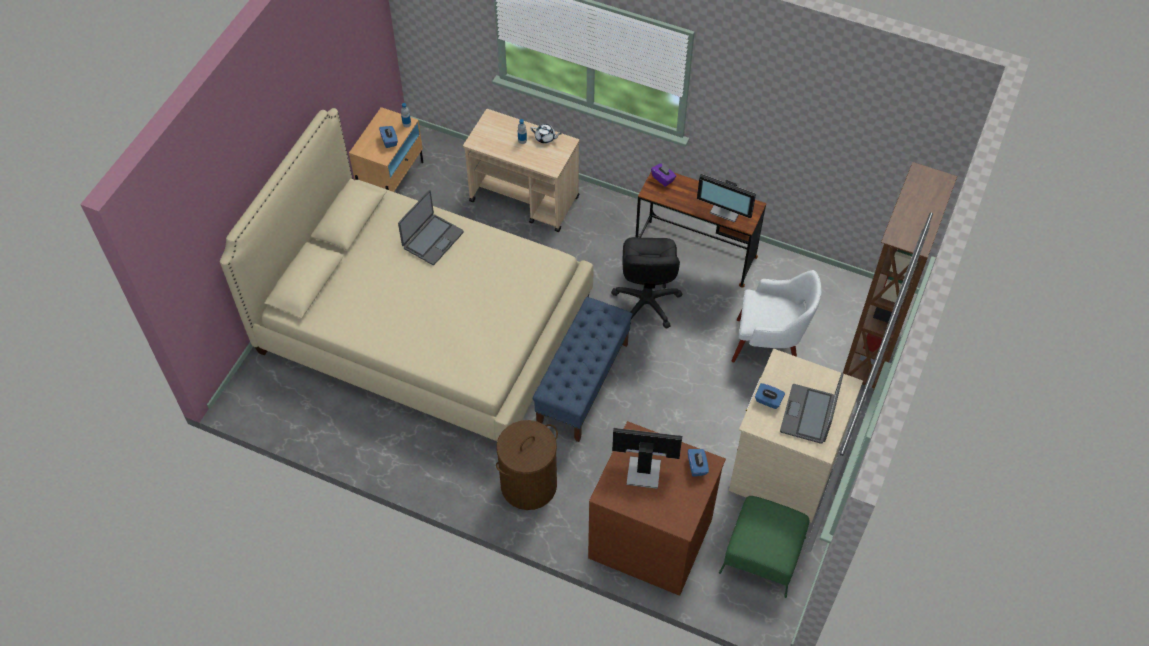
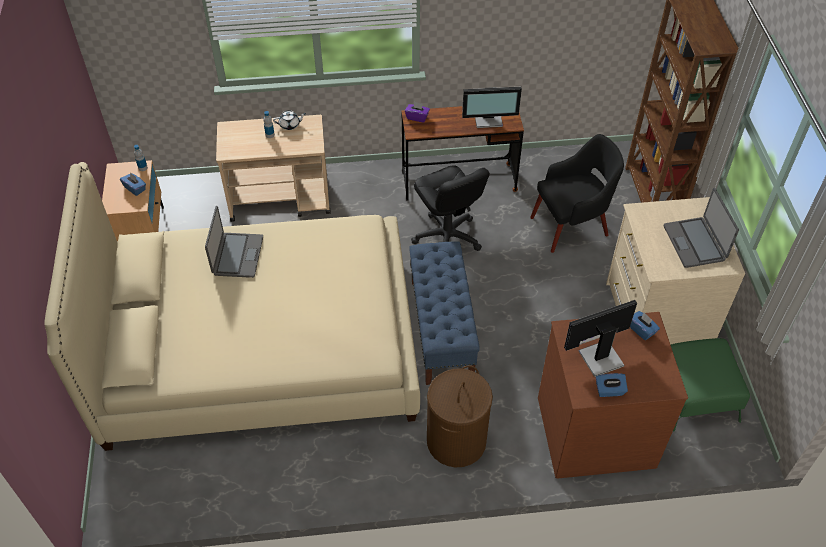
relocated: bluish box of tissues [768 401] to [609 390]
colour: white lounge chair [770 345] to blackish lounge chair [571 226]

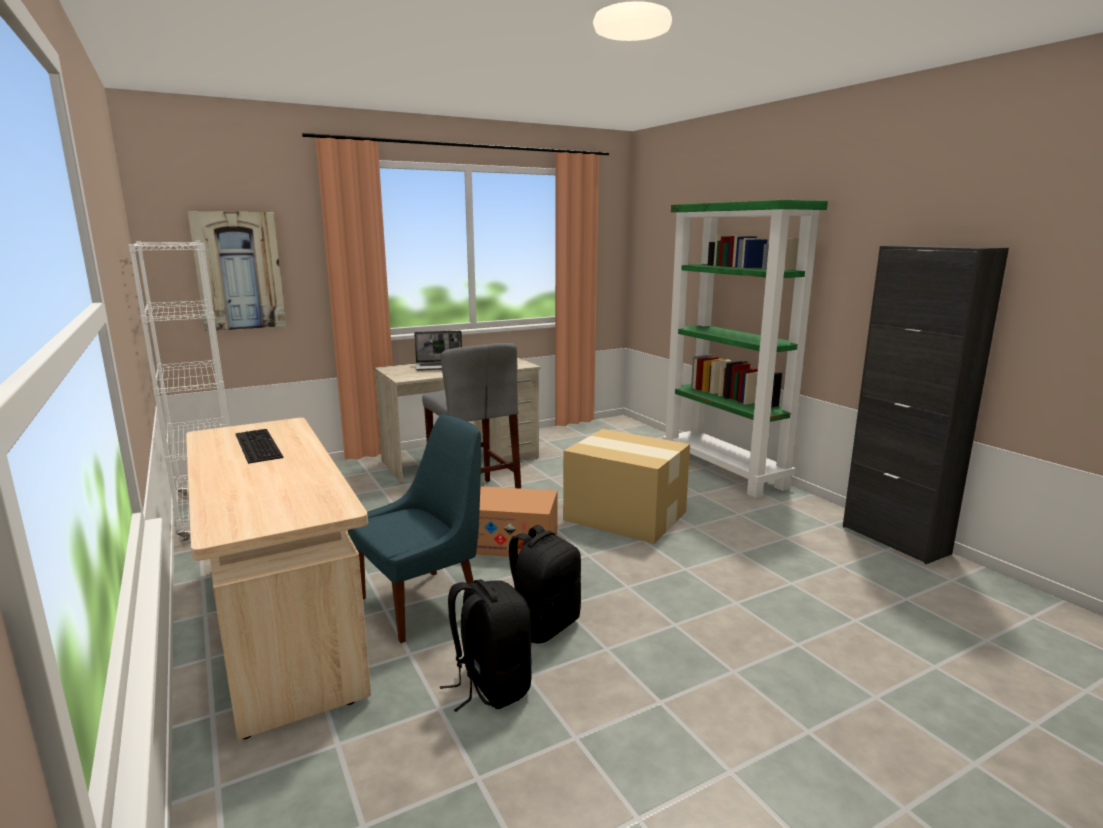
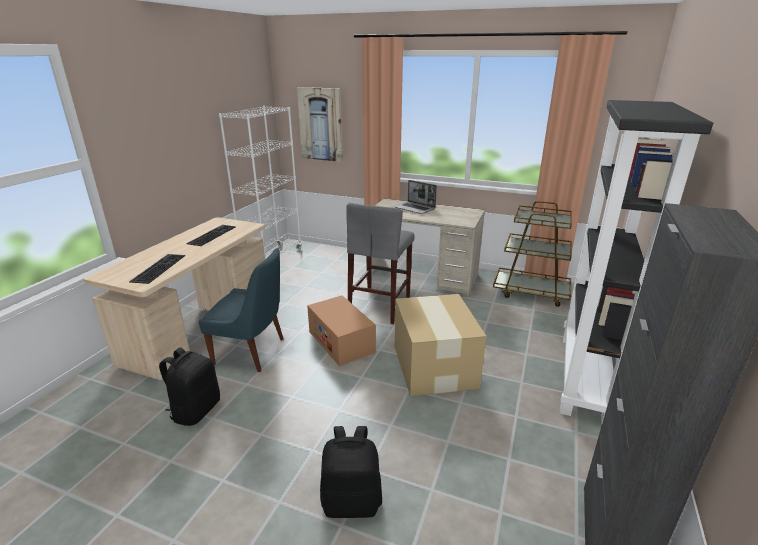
appeared: keyboard [158 268]; brown cart [531 292]
relocated: blackish knapsack [543 625] to [352 501]
colour: green-coloured bookshelf [724 471] to blackish bookshelf [586 377]

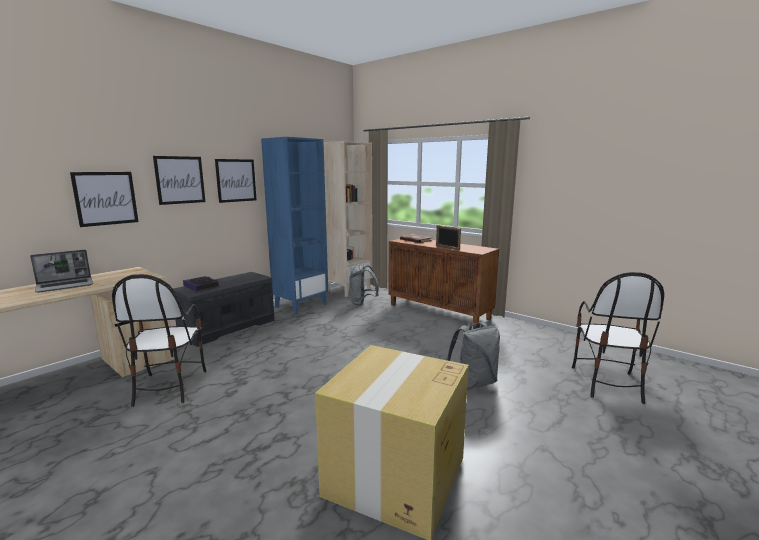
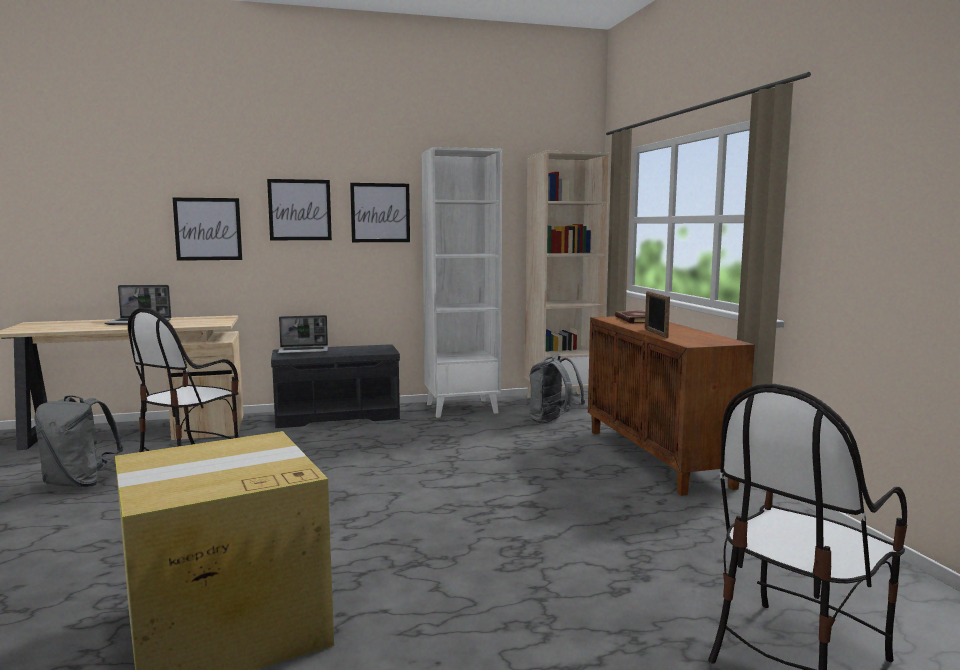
relocated: greyish knapsack [474 382] to [79 483]
exchanged: volume [201 286] to portable computer [304 351]
colour: bluish bookshelf [301 305] to white bookshelf [462 408]

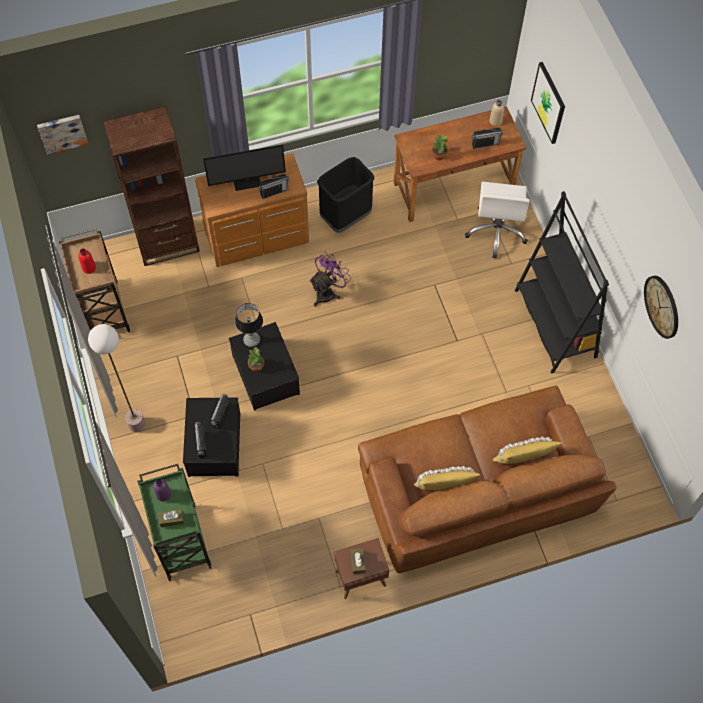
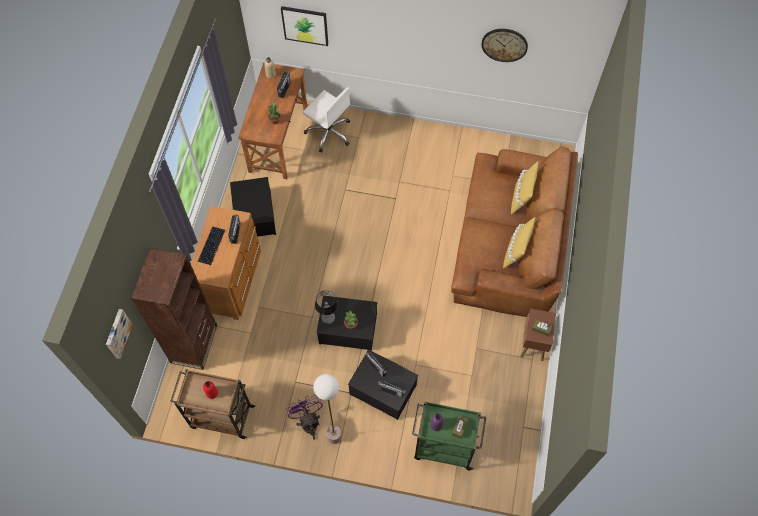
missing: blackish bookshelf [555 323]
relocated: purple-coloured cooling fan [328 292] to [308 422]
exchanged: monitor [246 179] to keyboard [211 246]; blackish waste bin [345 218] to storage bin [255 216]

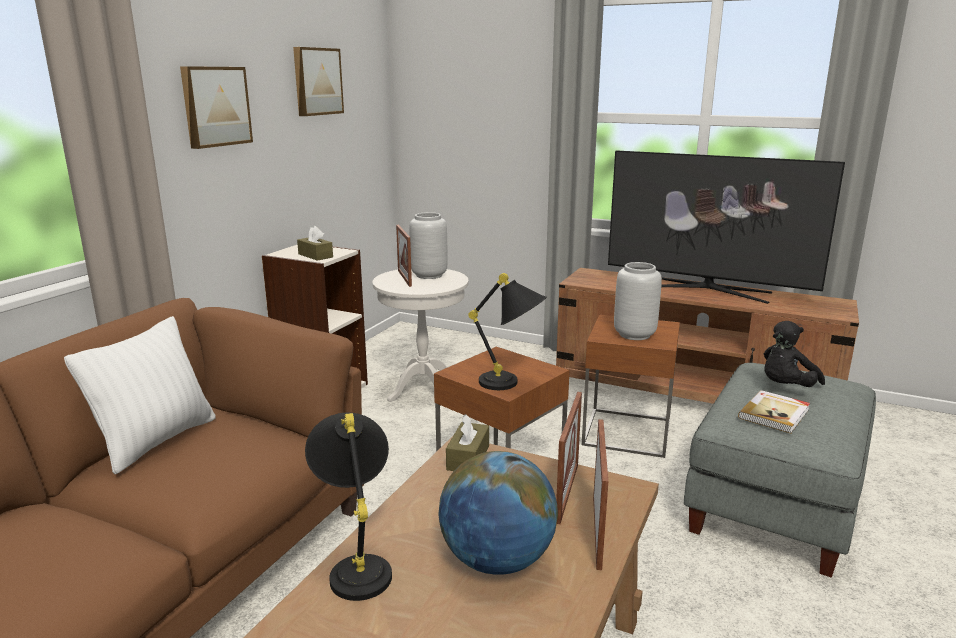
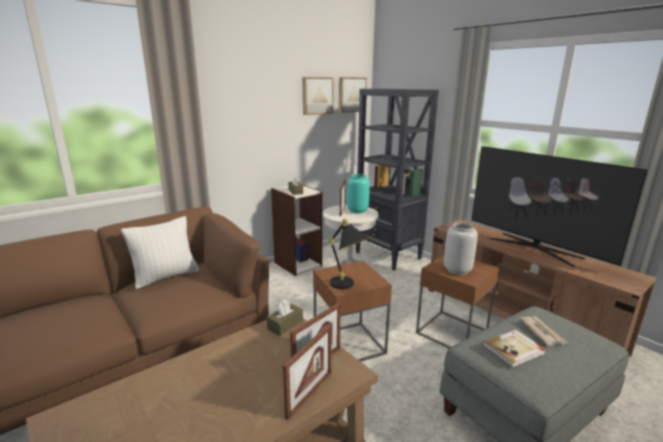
missing: blackish lamp for a table [358 564]; world globe [497 560]
appeared: blackish bookshelf [388 256]
relocated: picture [215 106] to [351 94]
exchanged: blackish cuddly toy [785 387] to printed paper [542 332]
colour: greyish decorative vase [429 275] to turquoise-coloured decorative vase [357 211]

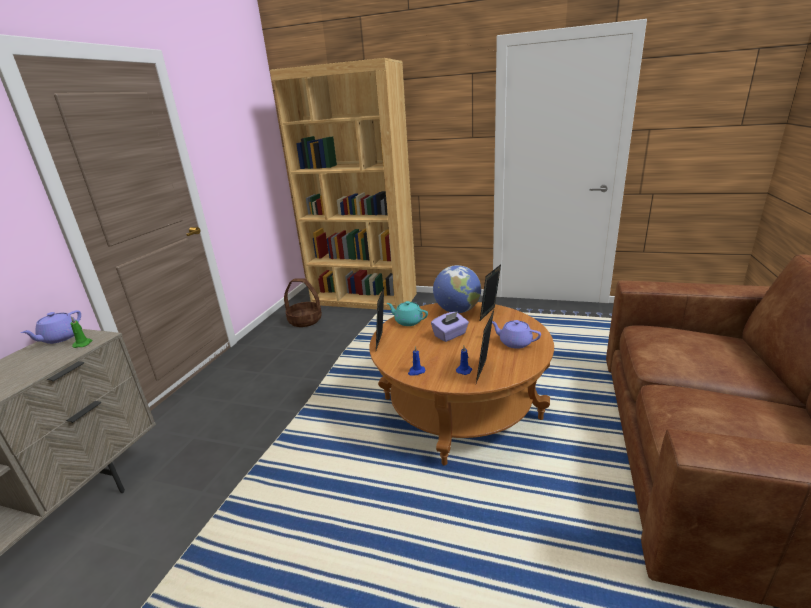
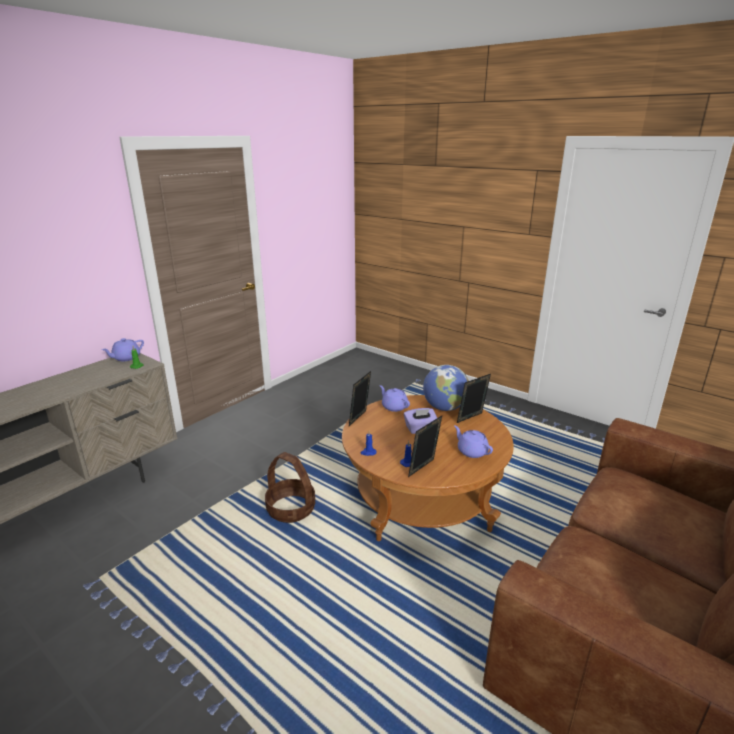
missing: brown bookshelf [364 299]
relocated: basket [305 320] to [291 509]
colour: turquoise-coloured pot for tea [408 321] to purple-coloured pot for tea [394 407]

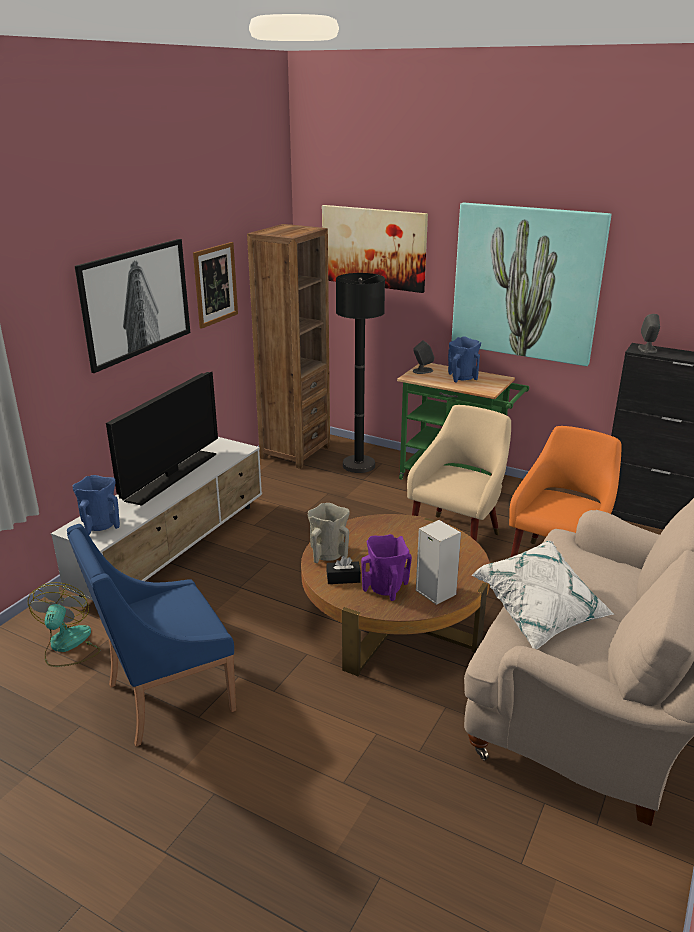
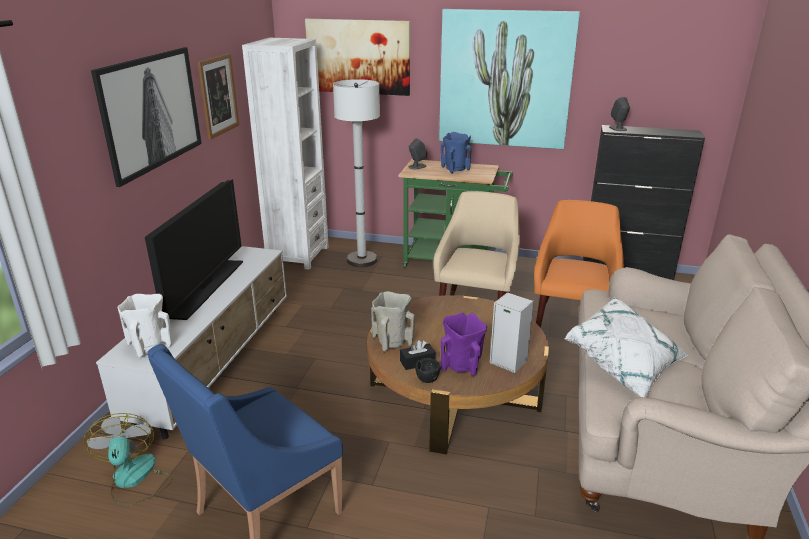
appeared: blackish serving bowl [427 378]
colour: bluish decorative vase [101 525] to white decorative vase [150 345]; brown bookshelf [295 452] to white bookshelf [298 255]; blackish standing lamp [359 465] to white standing lamp [362 260]

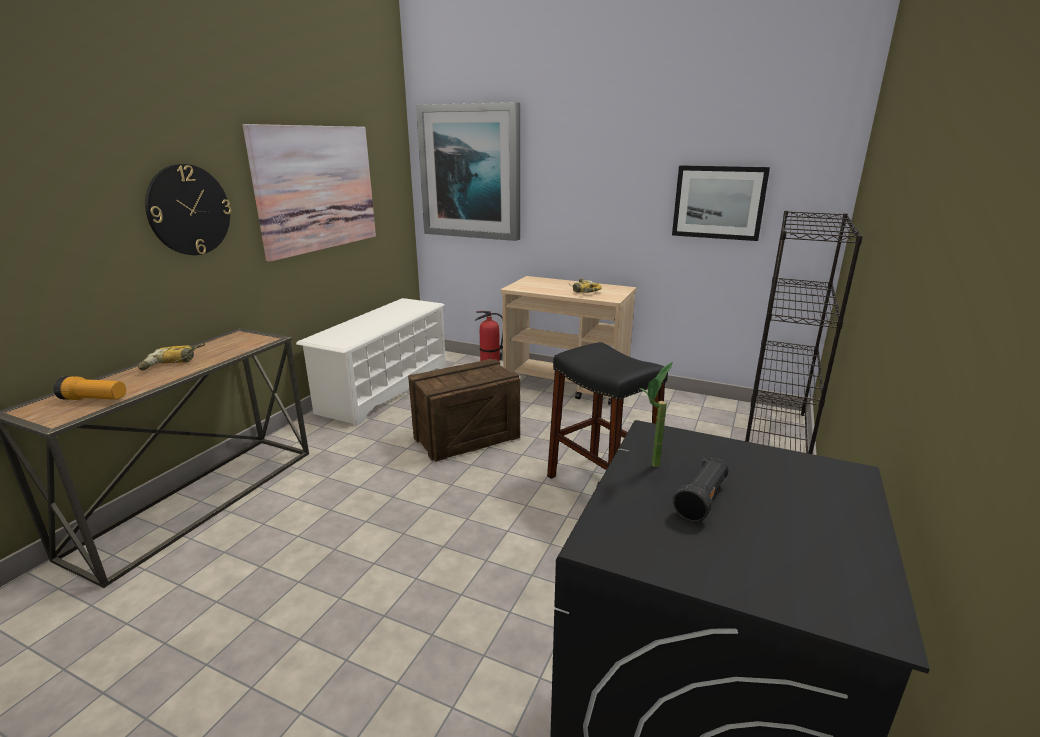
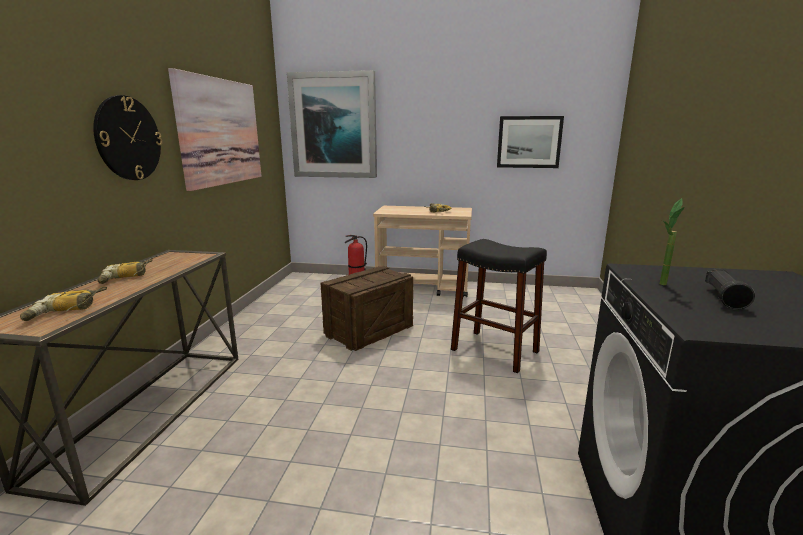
missing: white shoe shelf [385 388]; blackish bookshelf [775 439]
exchanged: torch [94 399] to drill [67 310]

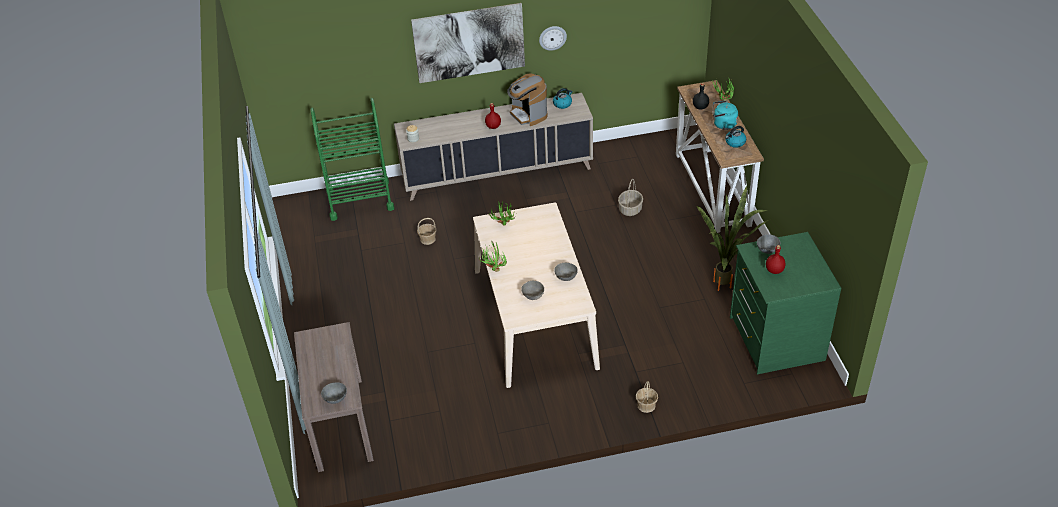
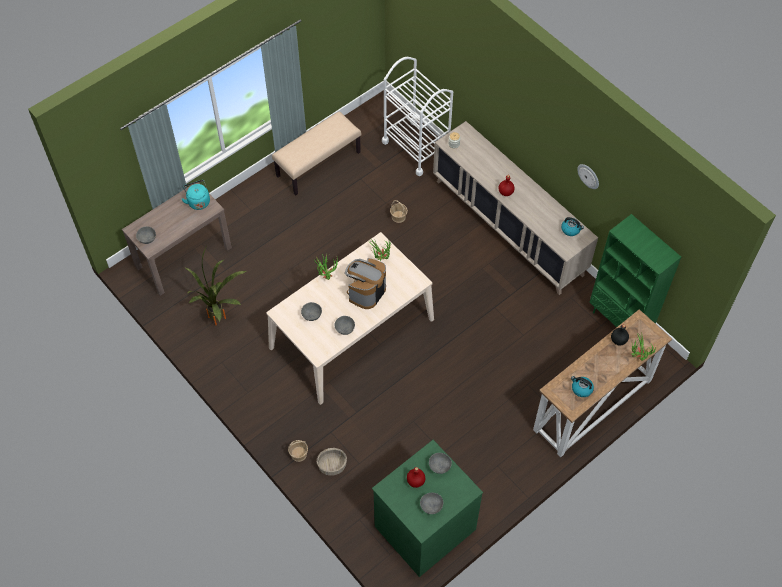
missing: picture [469 42]
appeared: beige long seat [318 163]; greyish serving bowl [431 507]; green-coloured bookshelf [619 322]
relocated: turquoise-coloured water kettle [723 124] to [198 201]; houseplant [728 285] to [219 322]; basket [630 209] to [332 466]; coffee maker [528 114] to [366 292]
colour: green-coloured cart [360 200] to white cart [416 147]

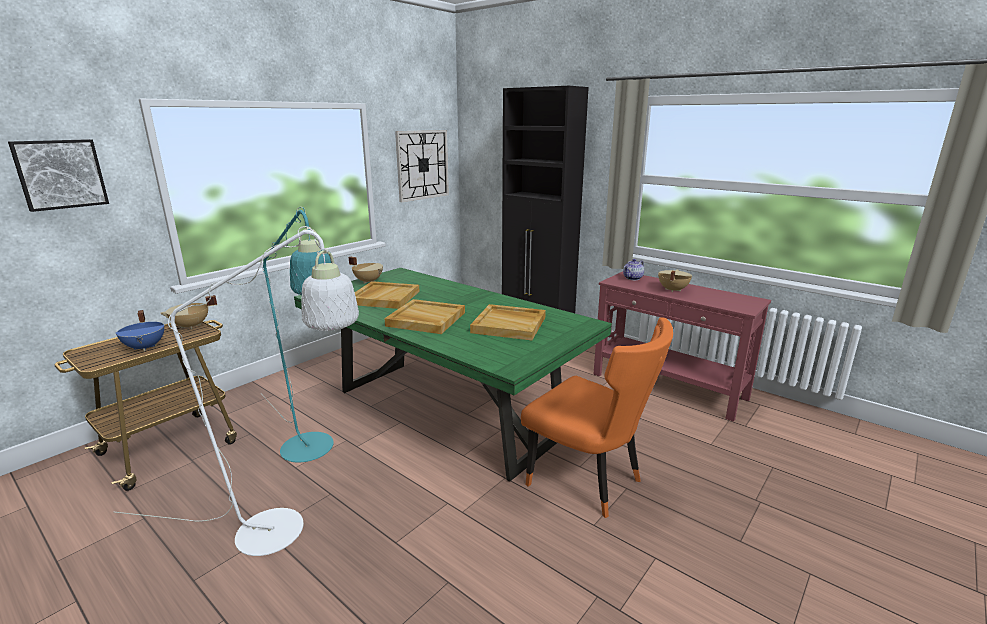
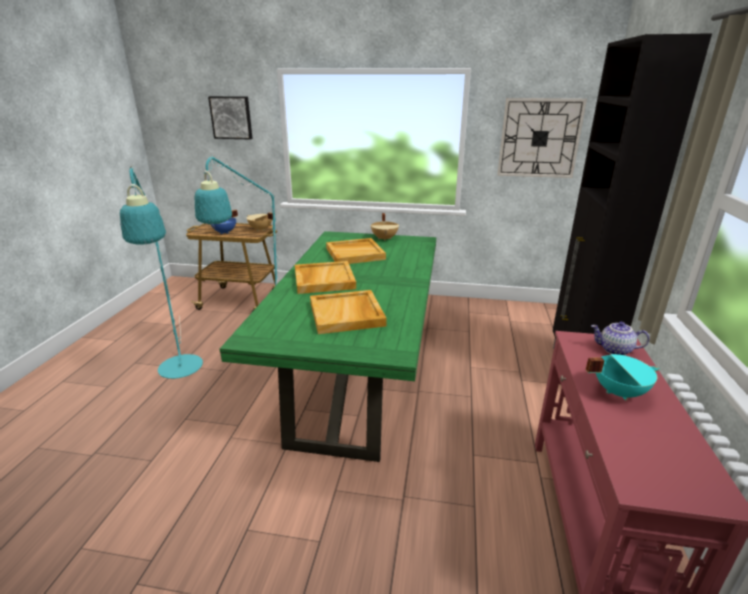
missing: orange plain chair [589 481]
colour: white standing lamp [286 532] to turquoise-coloured standing lamp [181 372]; beige cooking pot [672 290] to turquoise-coloured cooking pot [618 391]

